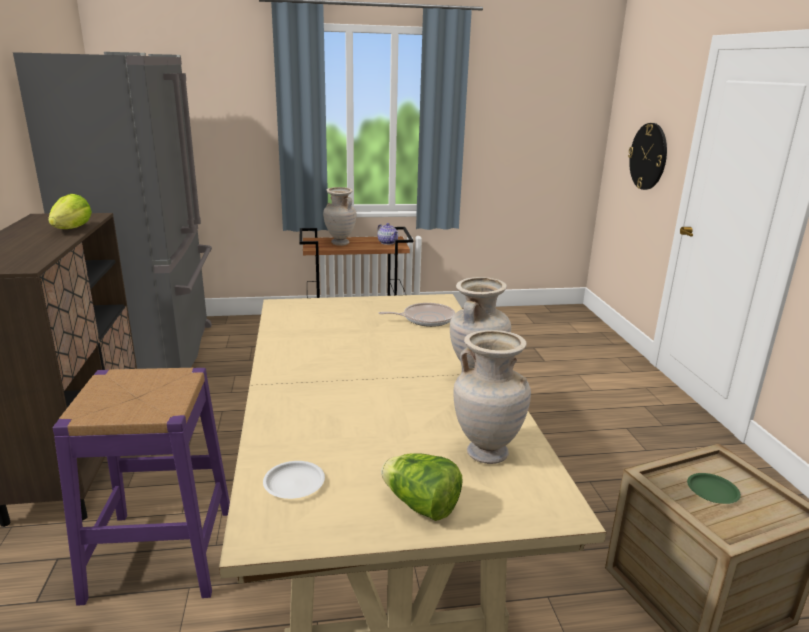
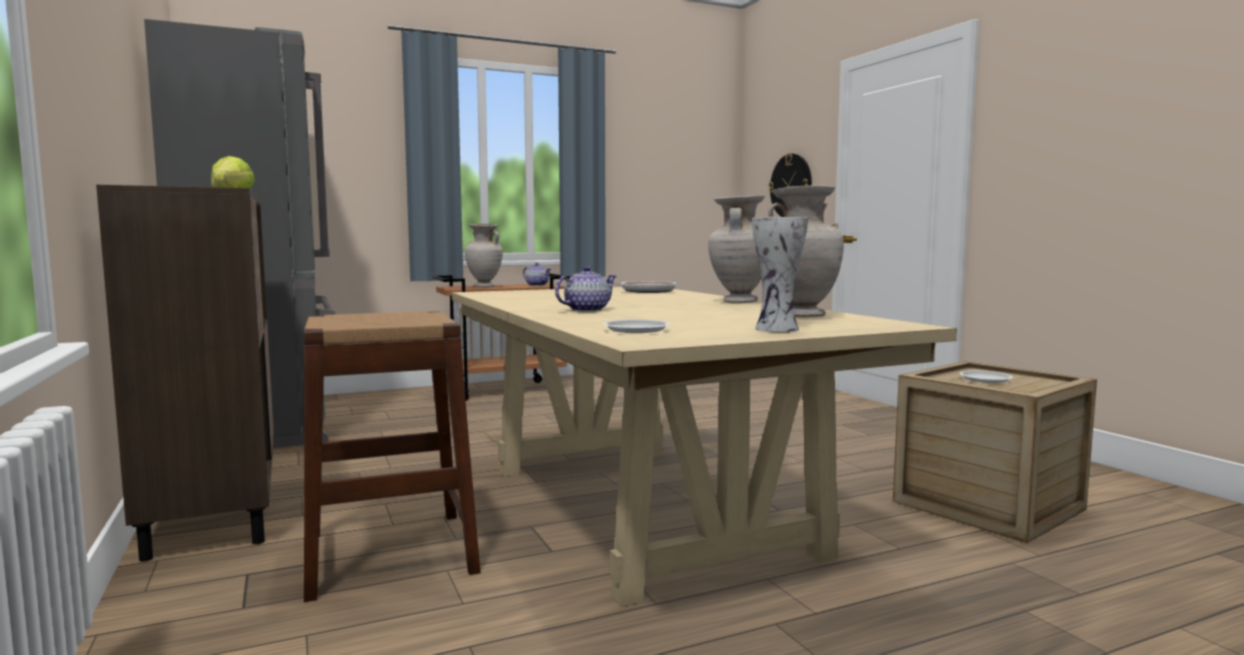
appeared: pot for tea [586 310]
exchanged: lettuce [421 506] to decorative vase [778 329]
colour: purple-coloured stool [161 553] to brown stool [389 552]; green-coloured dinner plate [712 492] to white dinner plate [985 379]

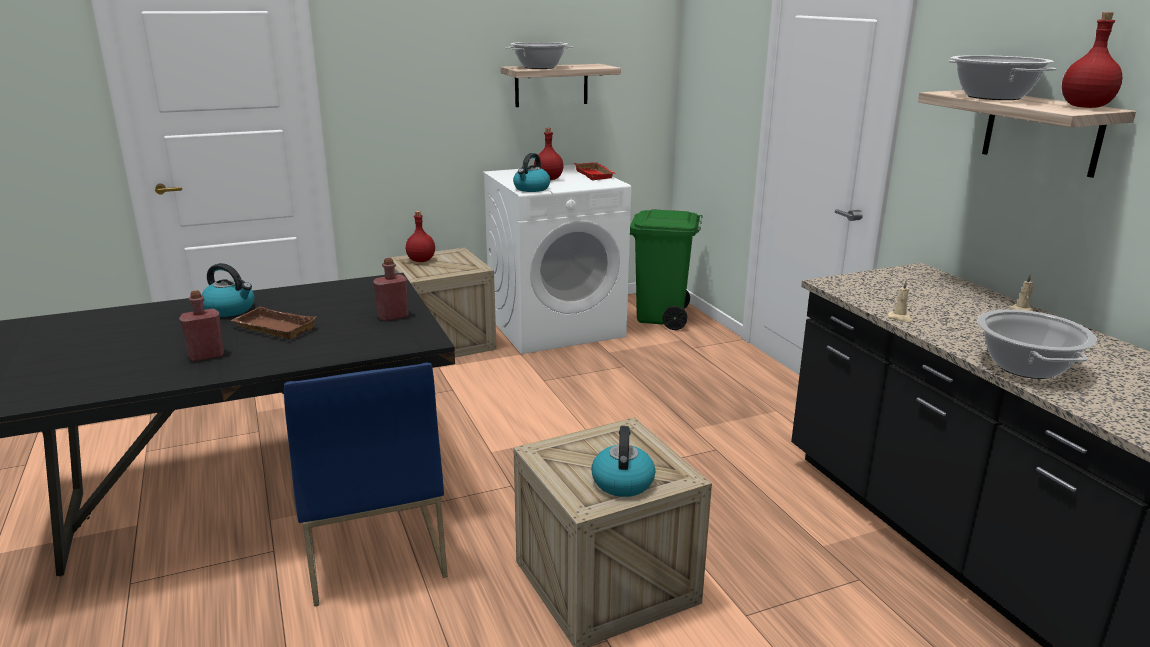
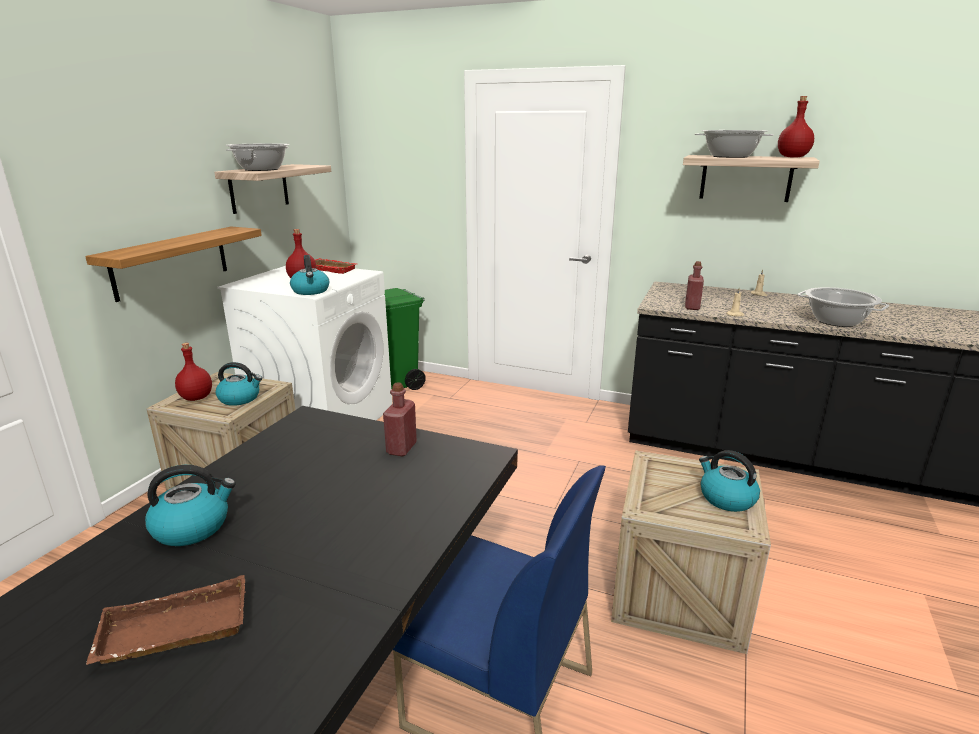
appeared: bracket shelf [171 262]; water kettle [240 398]
relocated: brown tray [272 329] to [172 633]; reddish drink bottle [206 356] to [692 307]

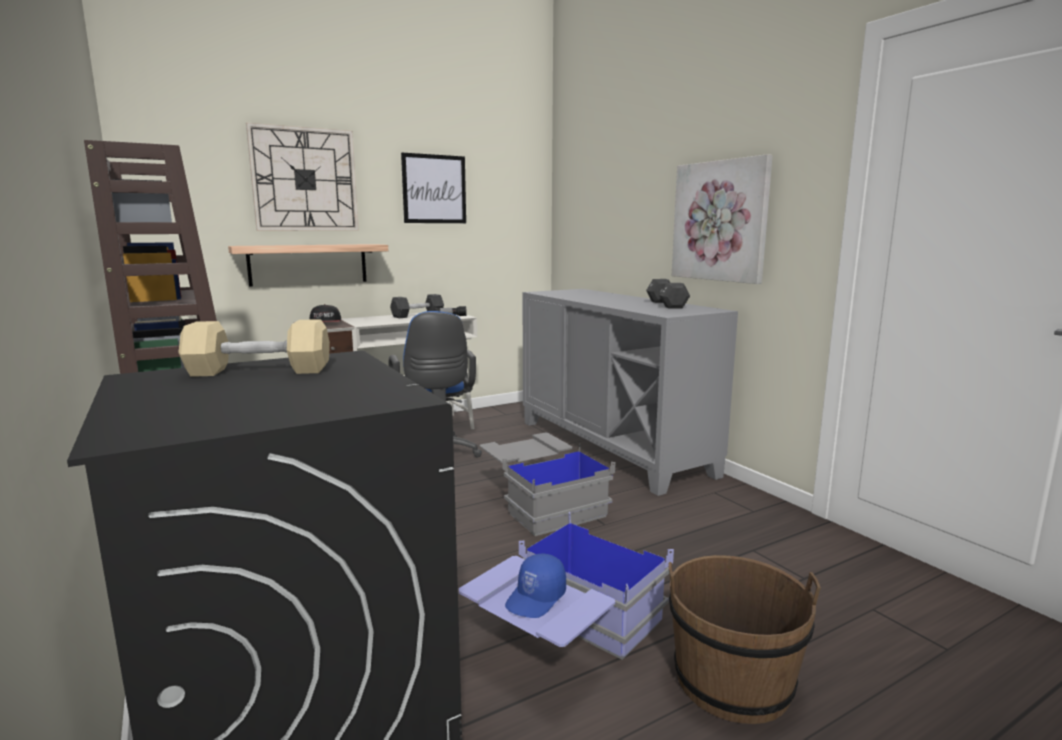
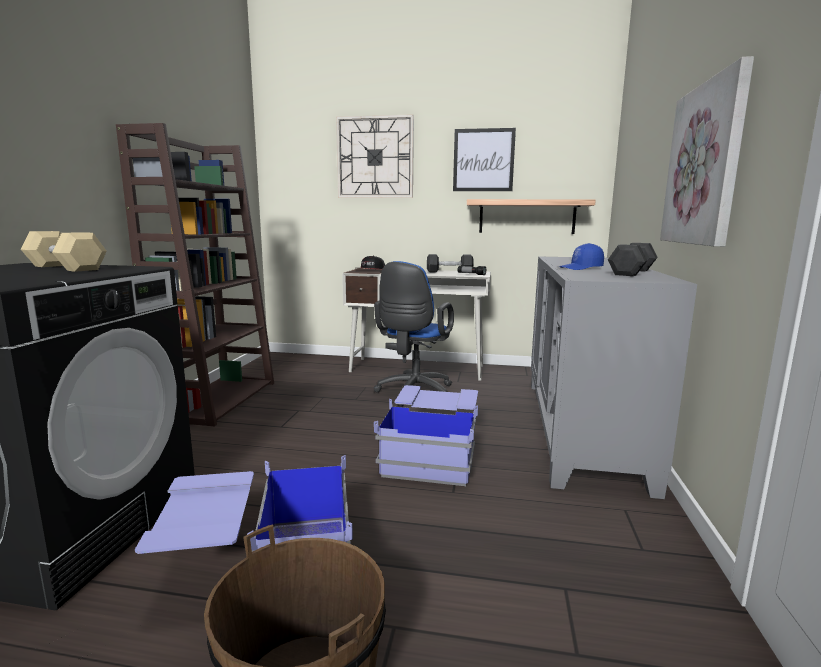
relocated: bracket shelf [308 264] to [527 217]; bluish peaked cap [536 598] to [581 268]
colour: greyish storage bin [542 503] to bluish storage bin [432 453]

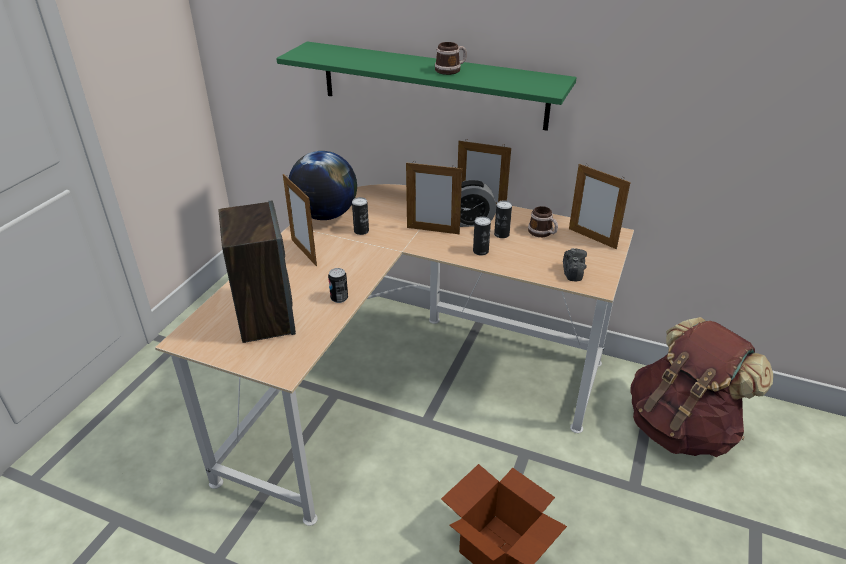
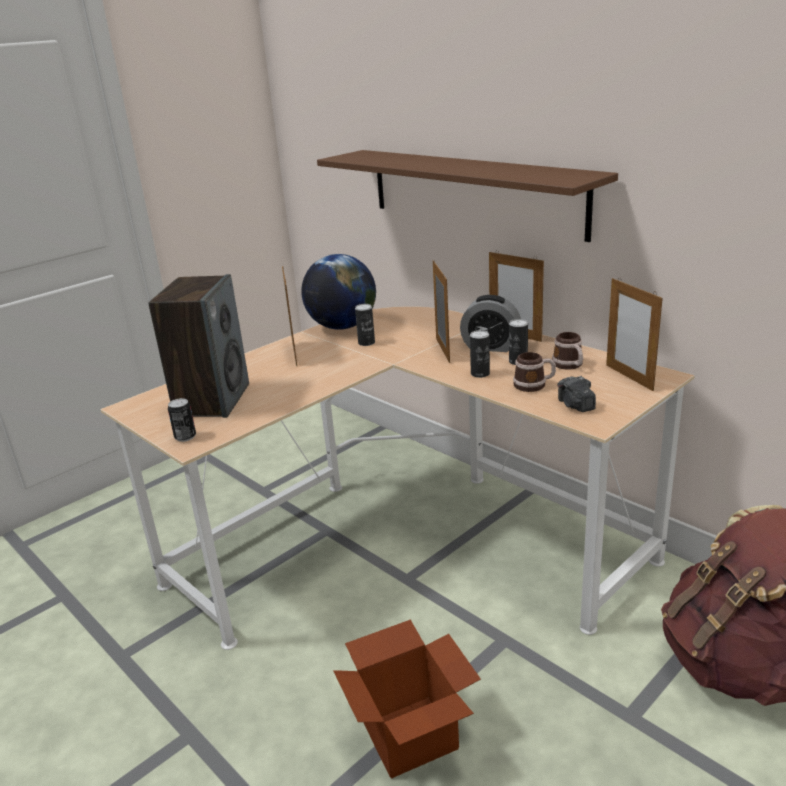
relocated: metal can [339 298] to [185 437]; tea mug [451 70] to [534 385]
colour: green-coloured bracket shelf [432 85] to brown bracket shelf [472 191]
spun: standing frame [433 230] = [442 350] 135 degrees counterclockwise; still camera [572 272] = [575 405] 135 degrees clockwise

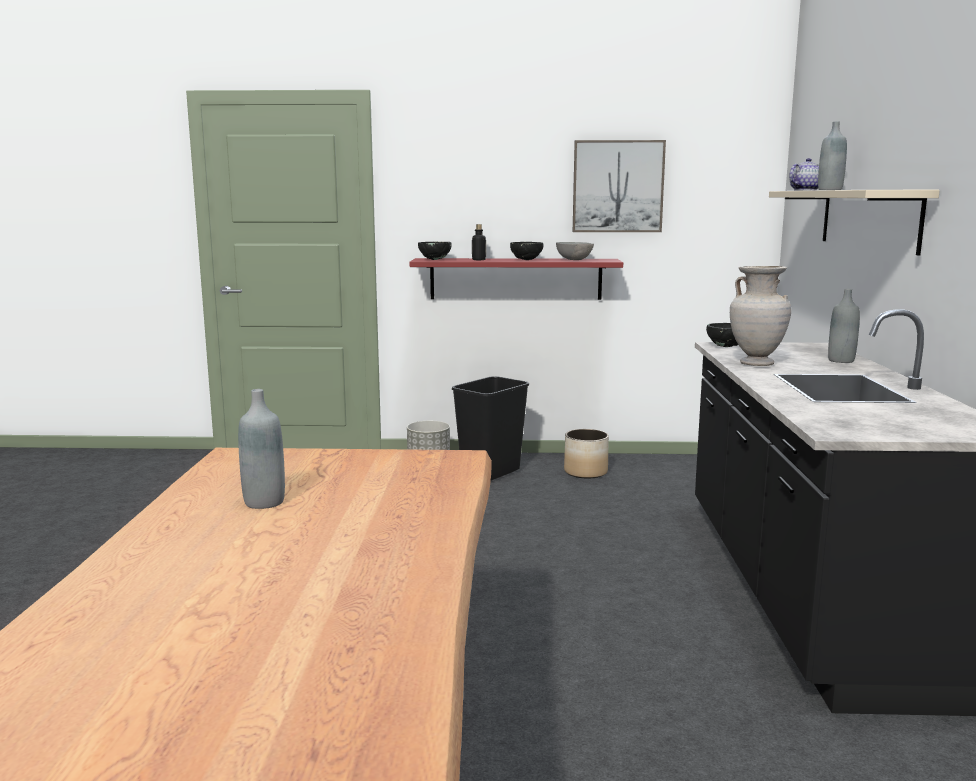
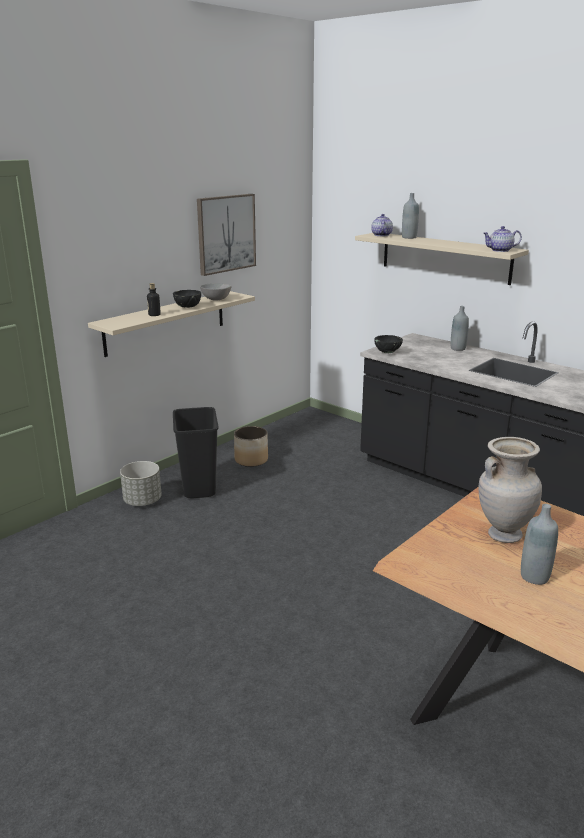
missing: blackish serving bowl [434 260]
appeared: pot for tea [500 250]
relocated: beige decorative vase [756 364] to [503 535]
colour: reddish bracket shelf [515 279] to beige bracket shelf [166 322]

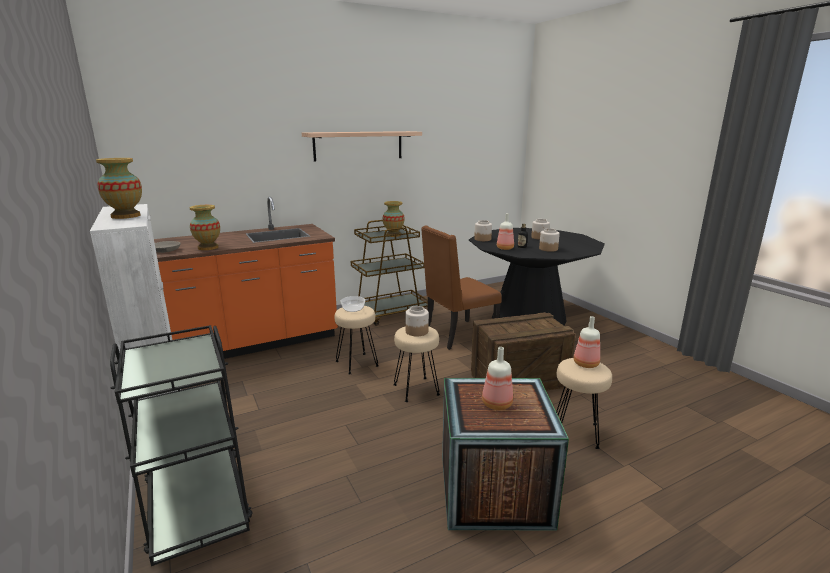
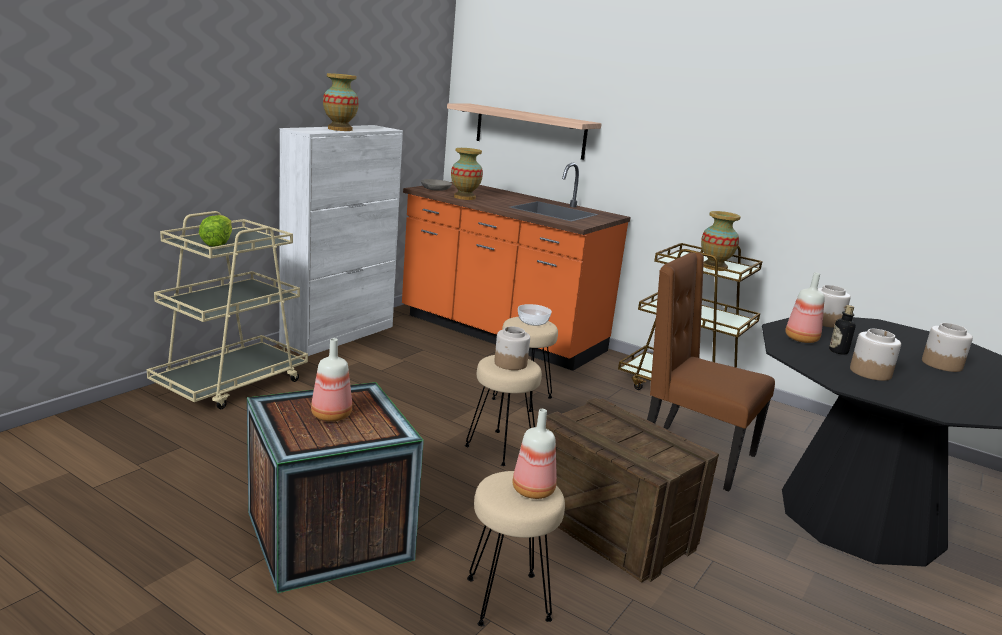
appeared: lettuce [218 243]
relocated: bracket shelf [358 145] to [530 131]
colour: blackish cart [198 505] to beige cart [232 383]

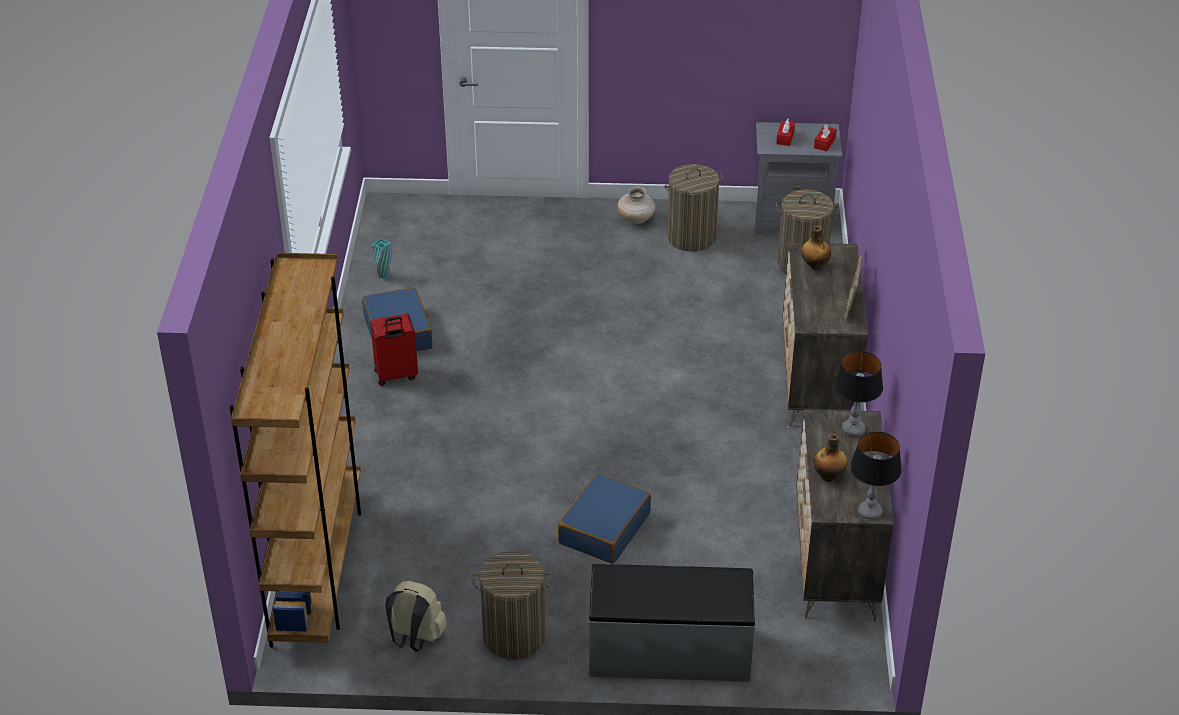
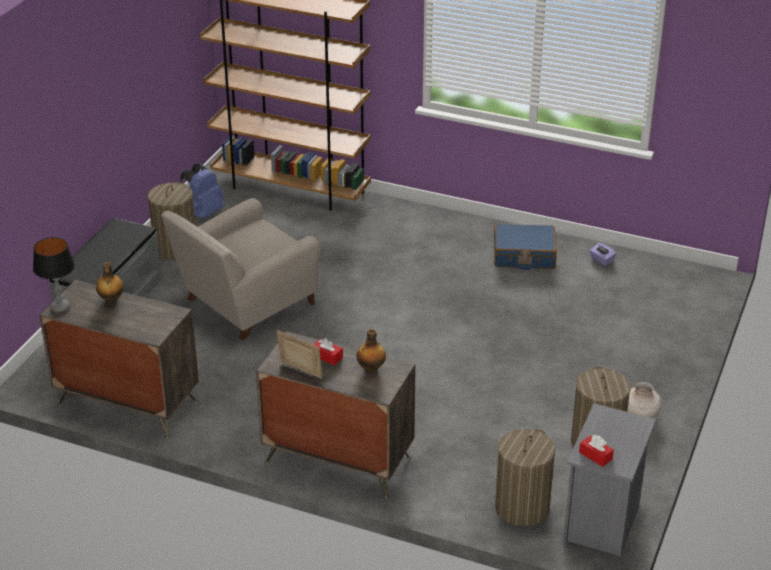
missing: reddish piece of luggage [396 375]; lamp for a table [853 429]
relocated: reddish box of tissues [785 138] to [327 356]
exchanged: bluish piece of luggage [604 528] to beige lounge chair [245 304]; turquoise-coloured decorative vase [384 277] to purple-coloured box of tissues [601 260]
colour: beige knapsack [415 639] to bluish knapsack [203 213]

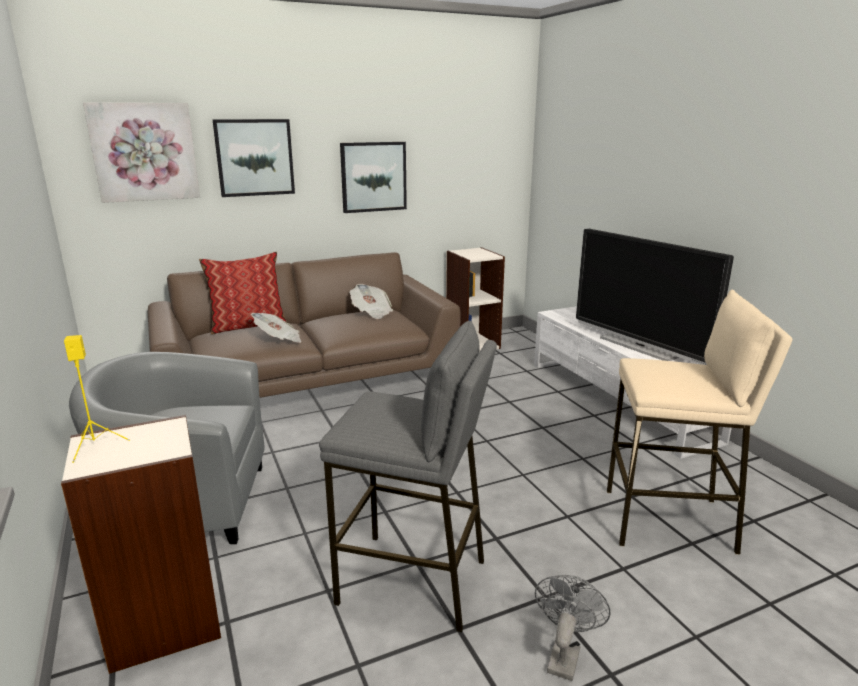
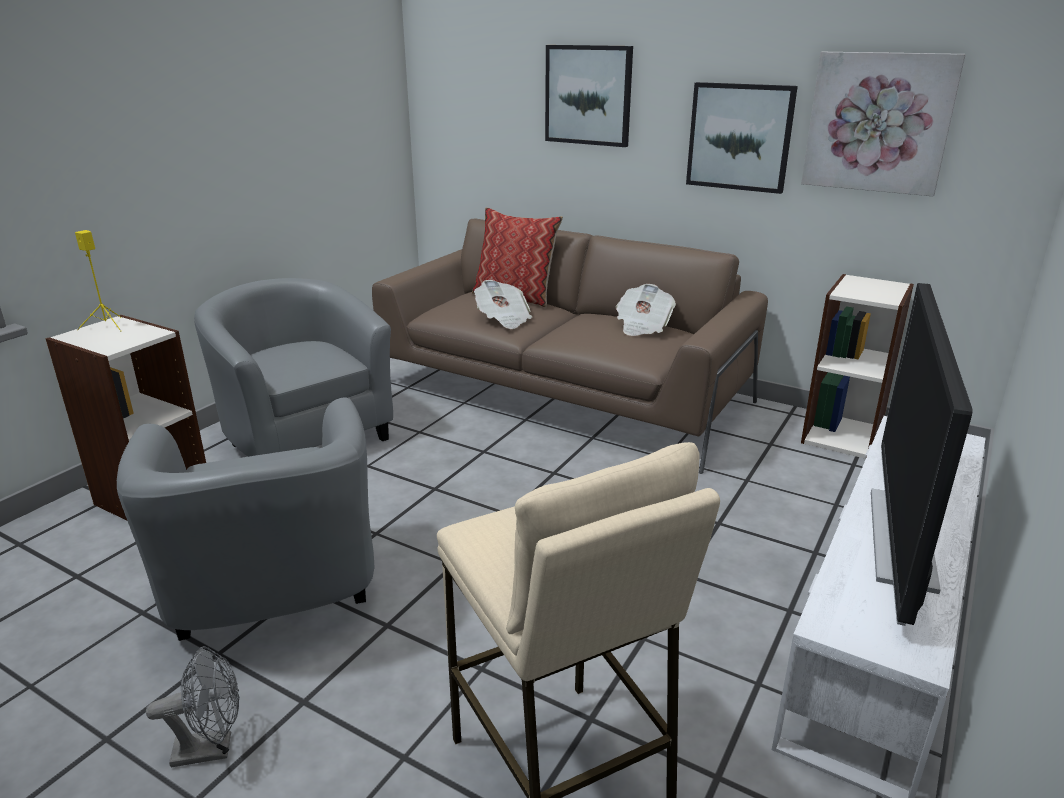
relocated: picture [144 152] to [878 123]
exchanged: greyish stool [413 581] to greyish lounge chair [273 597]

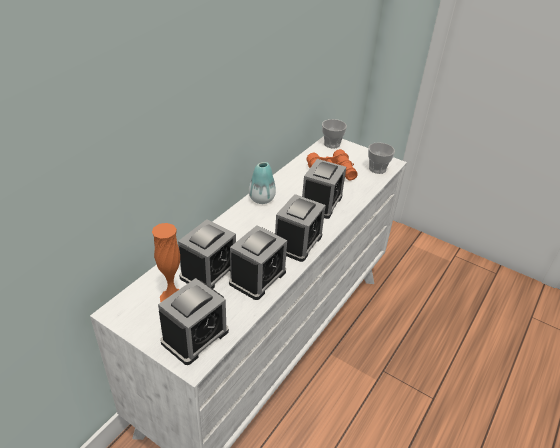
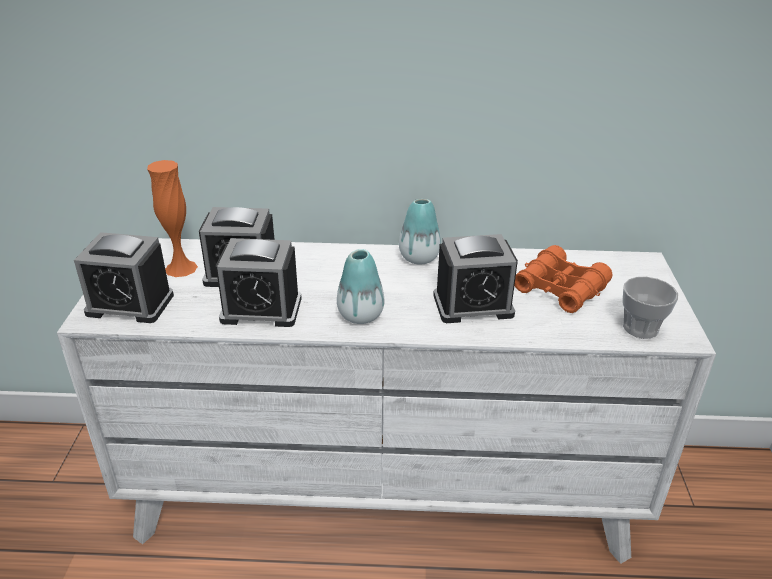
missing: drinking cup [331 144]
exchanged: bedside clock [298 242] to decorative vase [360 315]

